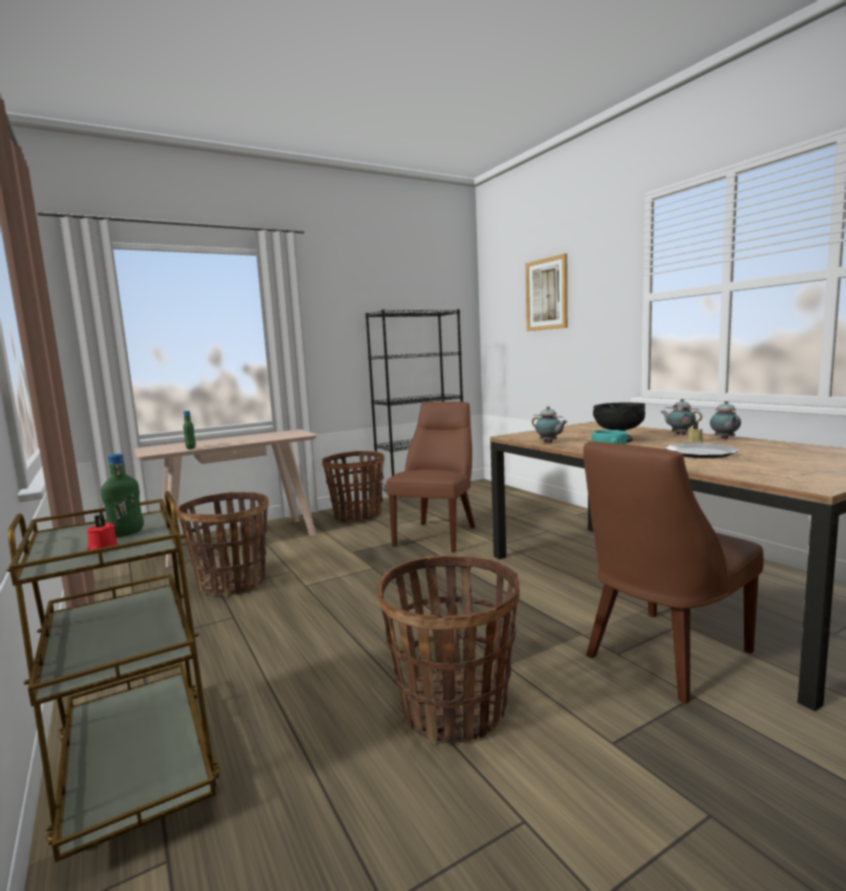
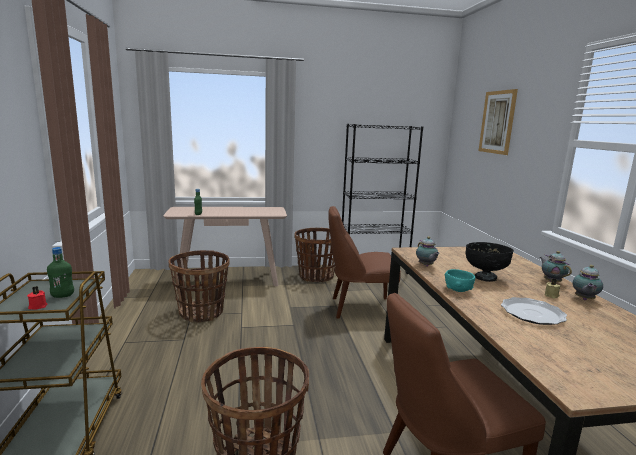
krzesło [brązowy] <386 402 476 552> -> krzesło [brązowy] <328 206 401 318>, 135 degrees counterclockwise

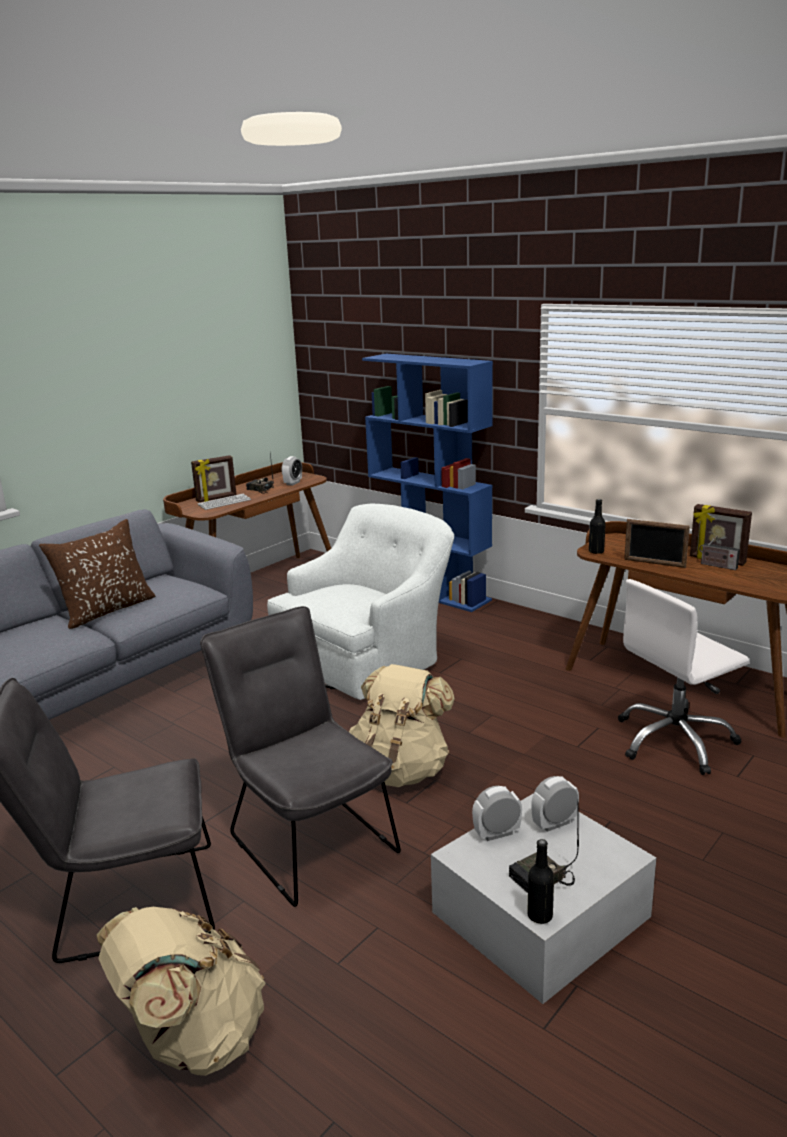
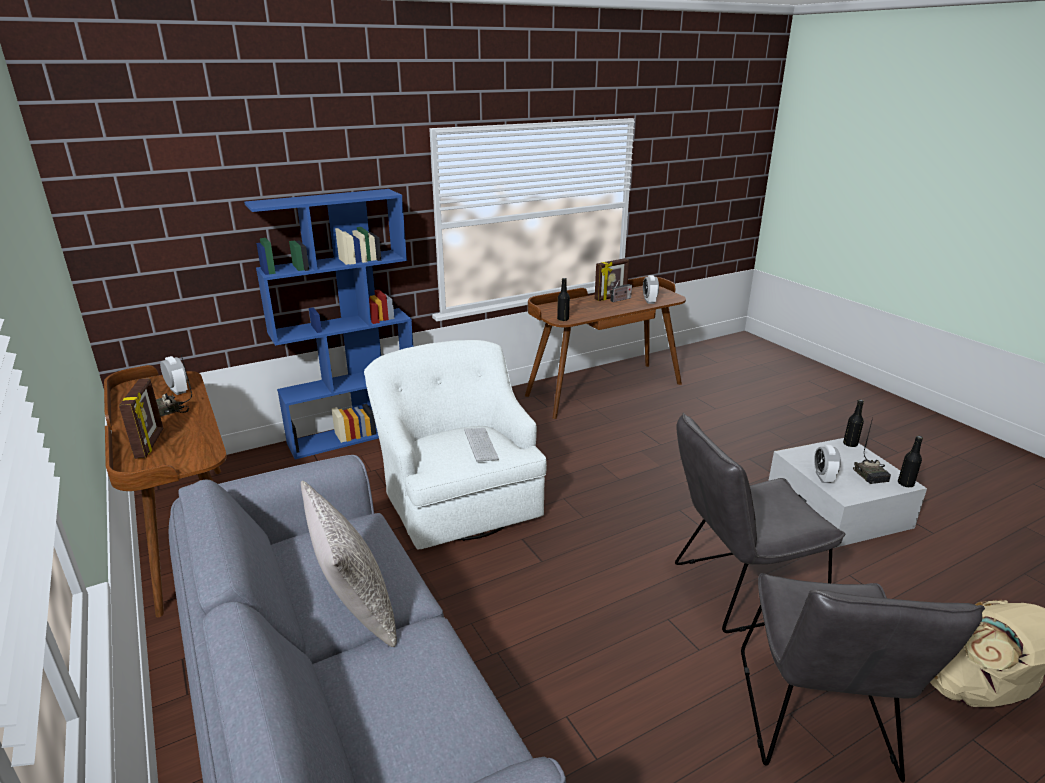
poduszka [brązowy] <39 519 155 629> -> poduszka [szary] <301 481 397 647>
klawiatura <197 494 251 510> -> klawiatura <464 428 499 462>, moved
plecak [beżowy] <349 664 455 787> -> none
budzik <531 776 579 832> -> budzik <643 275 659 304>, moved
krzesło biurowe [biały] <618 579 749 775> -> none
ramka na zdjęcie <624 519 690 568> -> none
none -> butelka [czarny] <843 399 864 447>

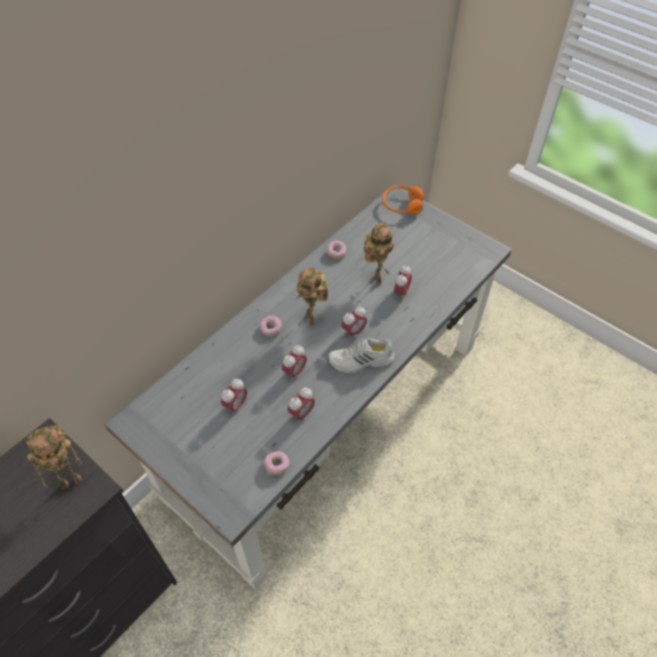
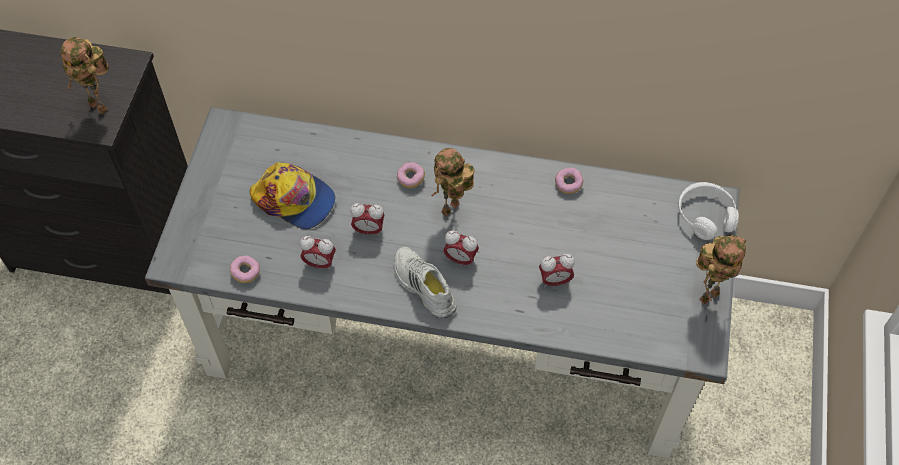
budzik <221 379 247 415> -> czapka z daszkiem <250 162 335 230>
robot zabawkowy <364 223 394 285> -> robot zabawkowy <696 235 746 304>, moved
słuchawki [pomarańczowy] <382 186 424 215> -> słuchawki [biały] <678 182 739 240>

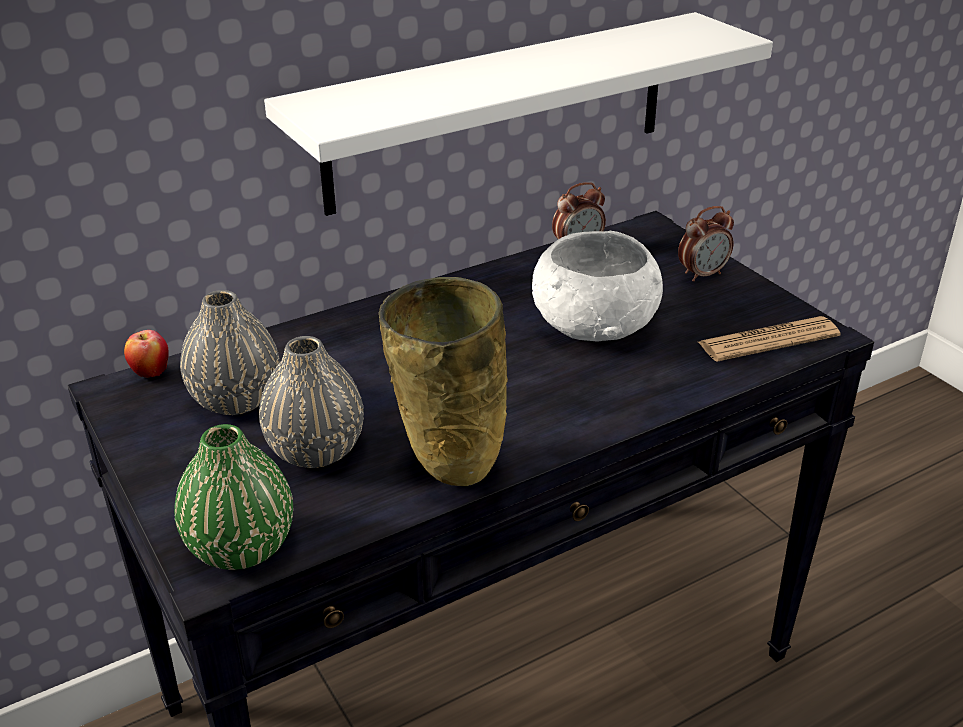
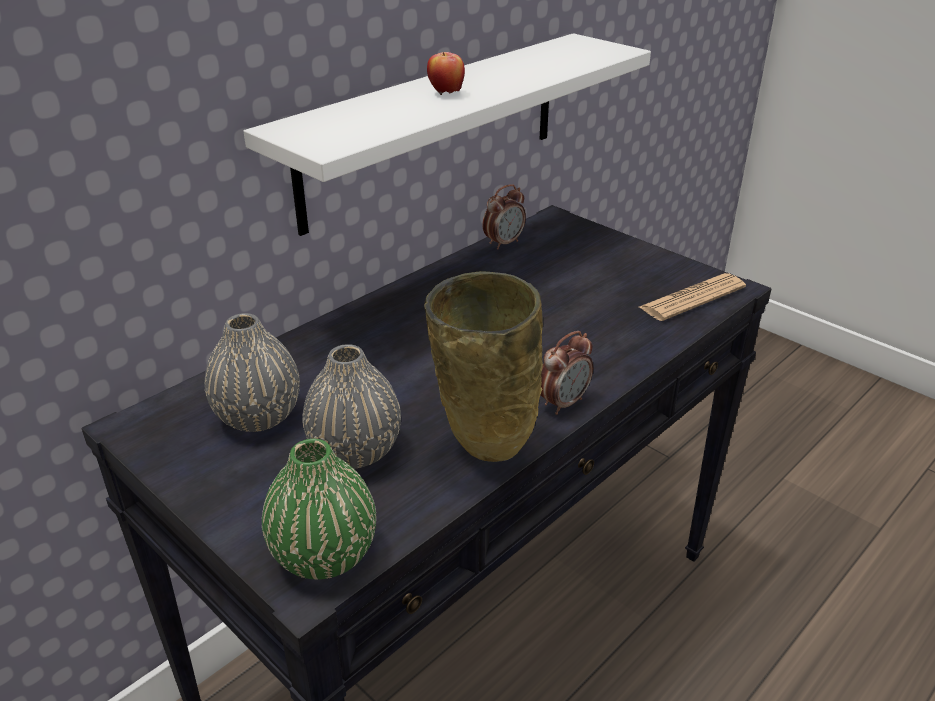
jabłko <124 330 169 378> -> jabłko <427 52 465 96>, moved
miska [biały] <532 231 663 342> -> none
budzik <678 206 734 282> -> budzik <540 331 593 415>, moved

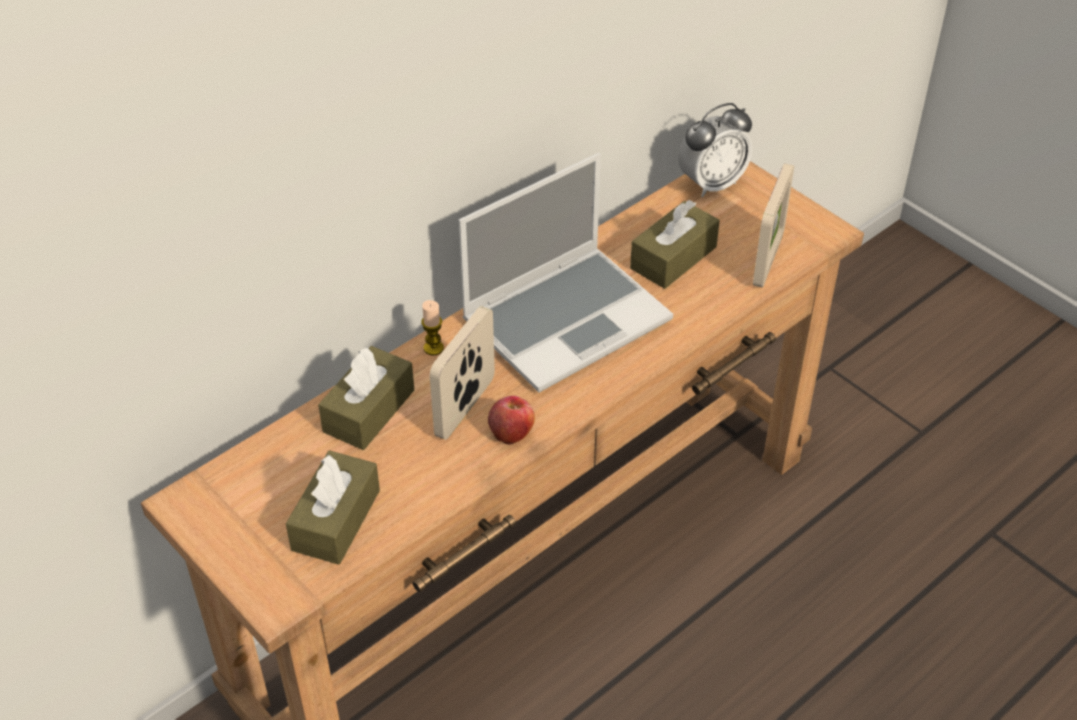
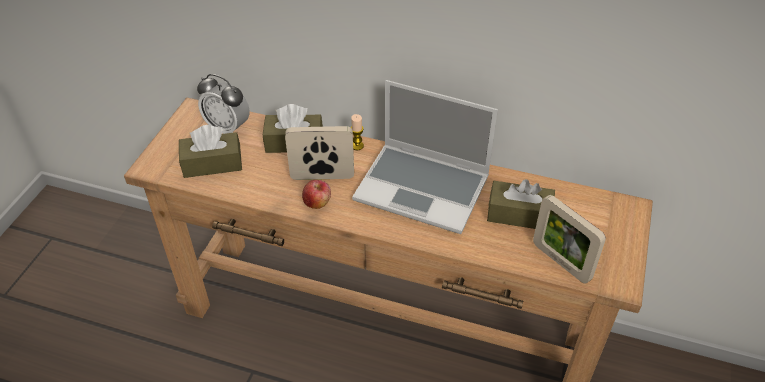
budzik <678 103 752 197> -> budzik <197 74 250 134>, moved
ramka na zdjęcie <753 163 794 288> -> ramka na zdjęcie <533 195 606 284>, 60 degrees clockwise

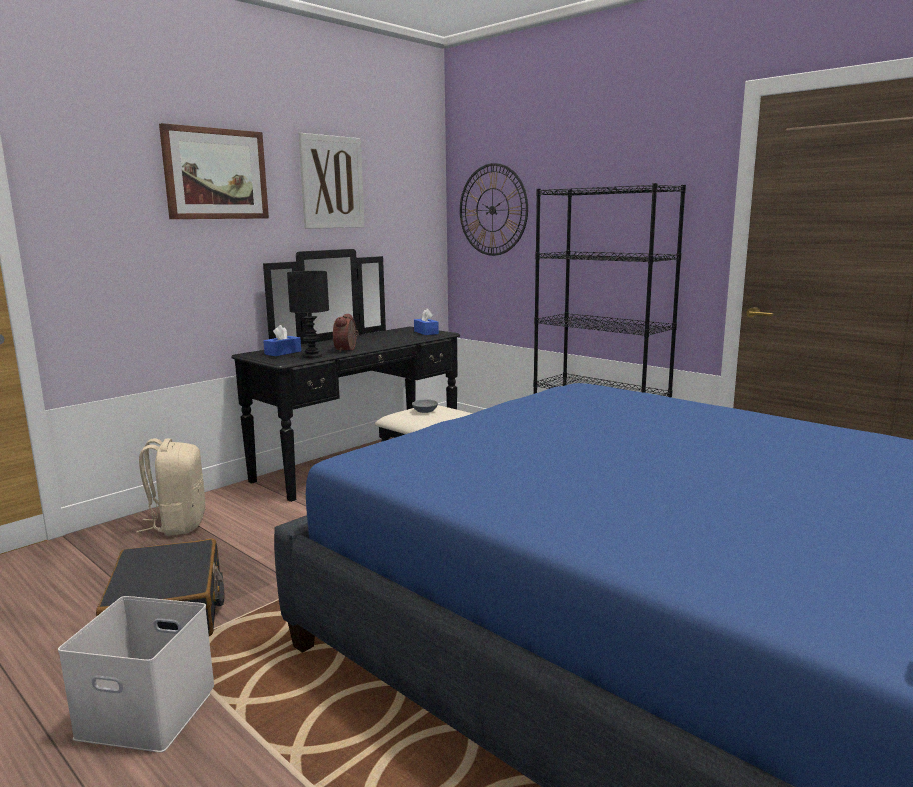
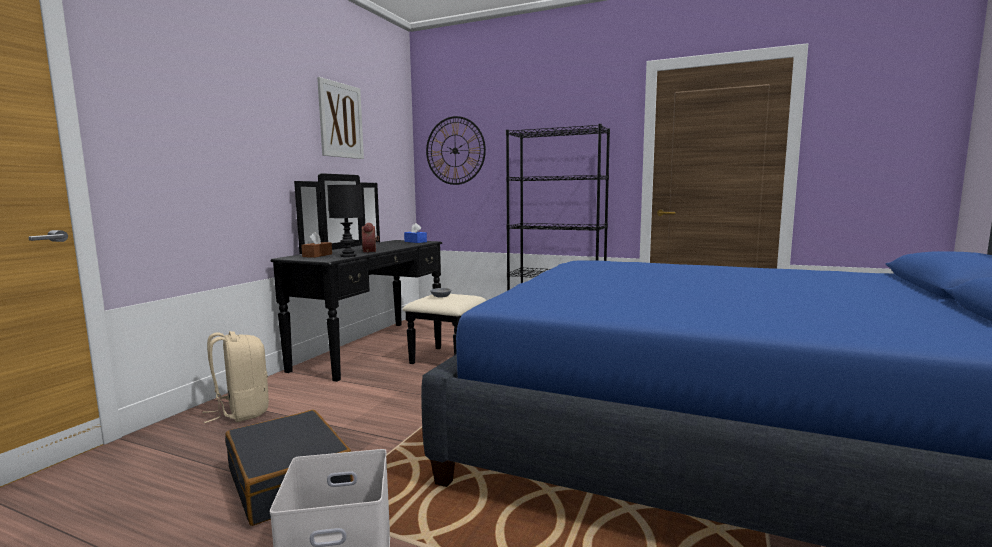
obraz <159 123 269 219> -> none
pudełko chusteczek [niebieski] <263 325 301 356> -> pudełko chusteczek [brązowy] <301 232 332 258>

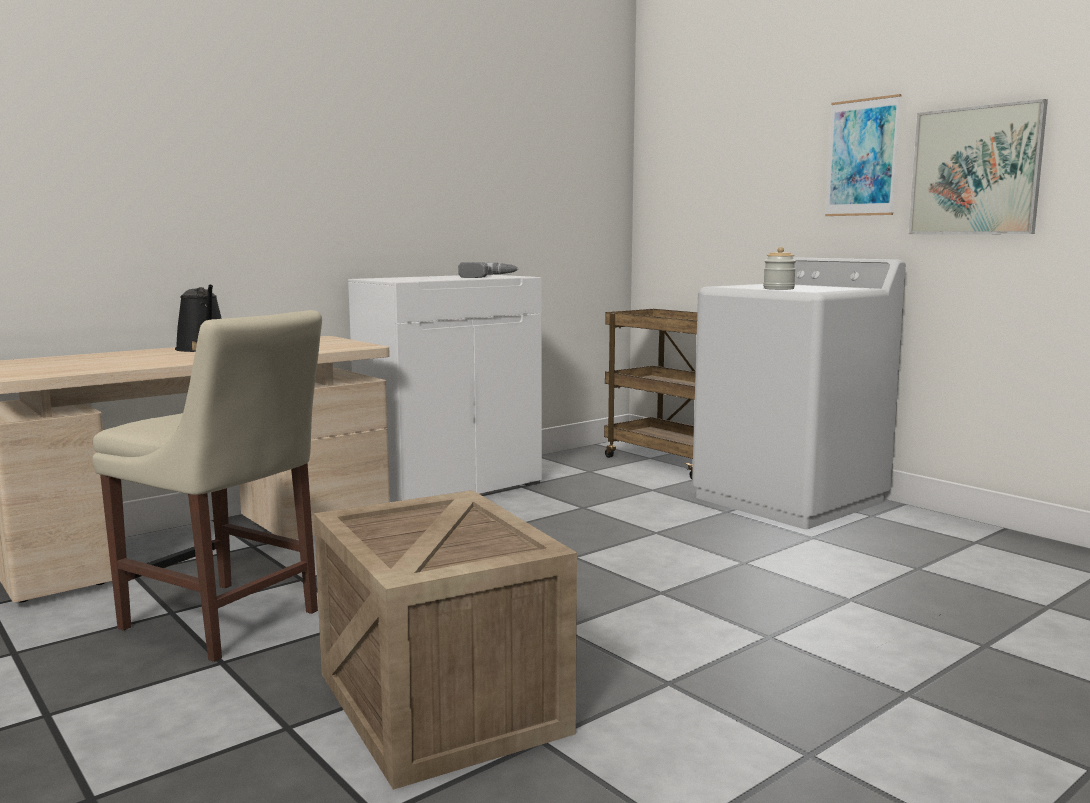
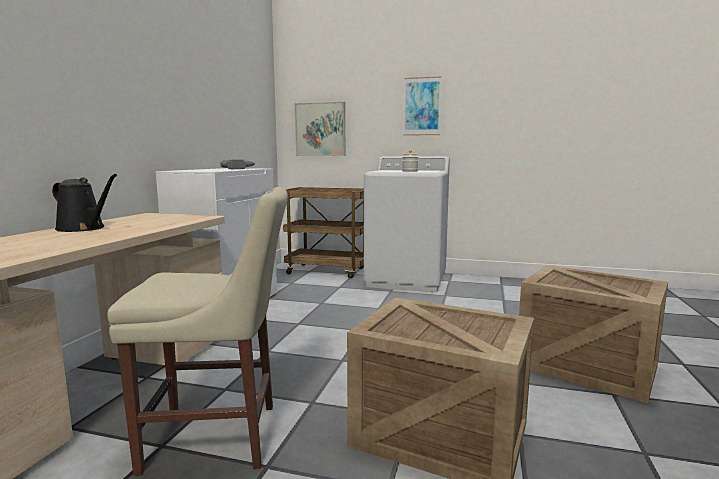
obraz <909 99 1048 234> -> obraz <295 102 345 156>, moved
none -> skrzynka <519 265 668 404>

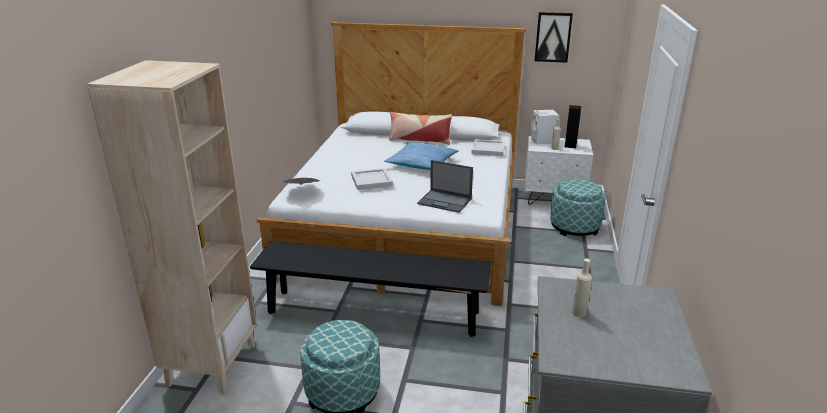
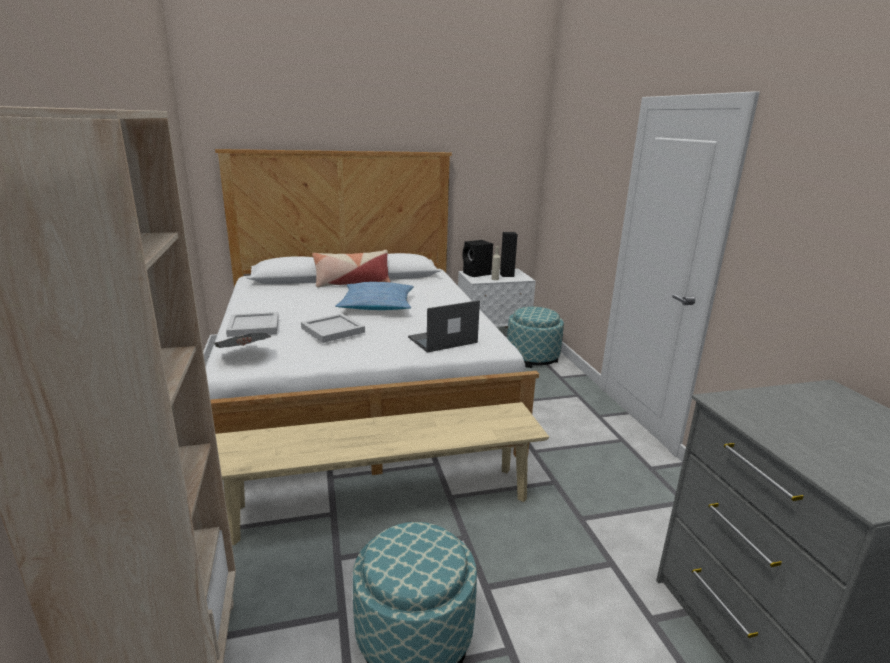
ławka [czarny] <250 241 491 337> -> ławka [beżowy] <216 402 549 546>
laptop <417 160 473 213> -> laptop <408 300 480 353>, 150 degrees clockwise
taca [biały] <471 139 505 156> -> taca [biały] <226 312 279 337>, moved
głośnik [biały] <531 110 559 144> -> głośnik [czarny] <462 240 493 277>
obraz <535 12 573 63> -> none
butelka [beżowy] <572 258 592 317> -> none

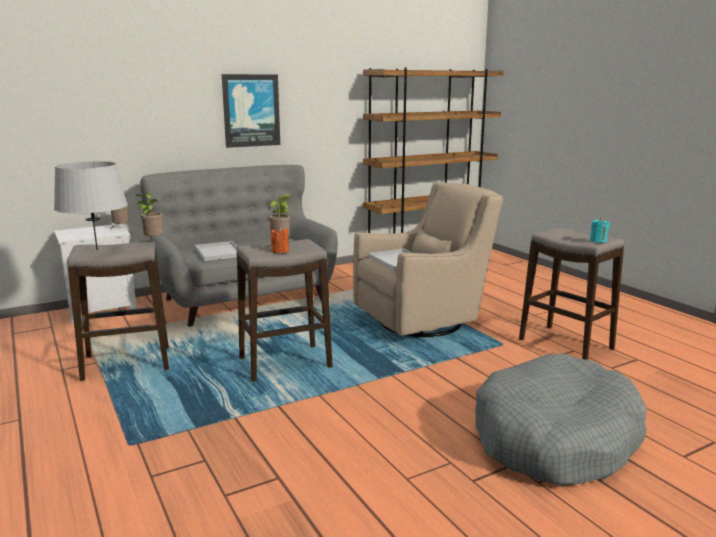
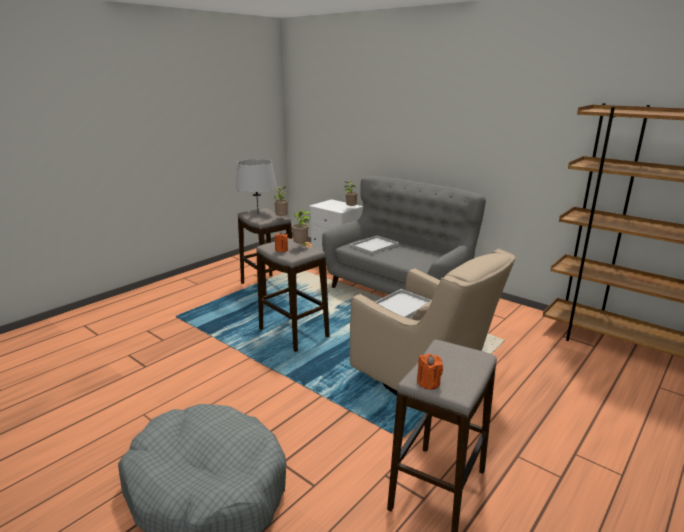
obraz <222 74 280 148> -> none
świeca [turkusowy] <590 218 610 243> -> świeca [pomarańczowy] <417 353 443 390>

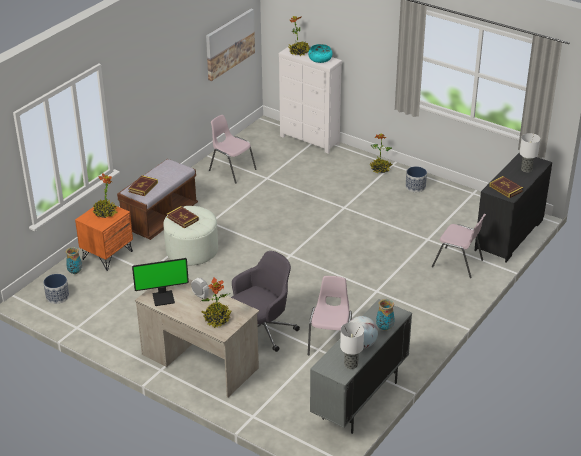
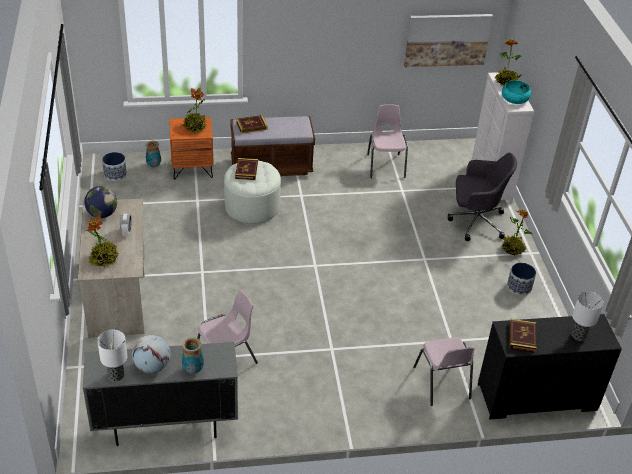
monitor <132 258 189 306> -> globus <84 186 117 218>
krzesło biurowe [szary] <231 251 300 352> -> krzesło biurowe [szary] <447 153 517 241>, moved

